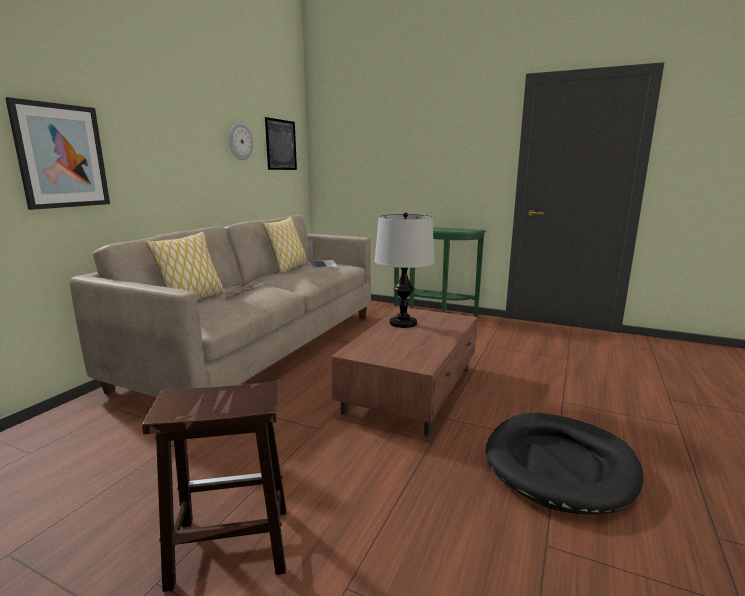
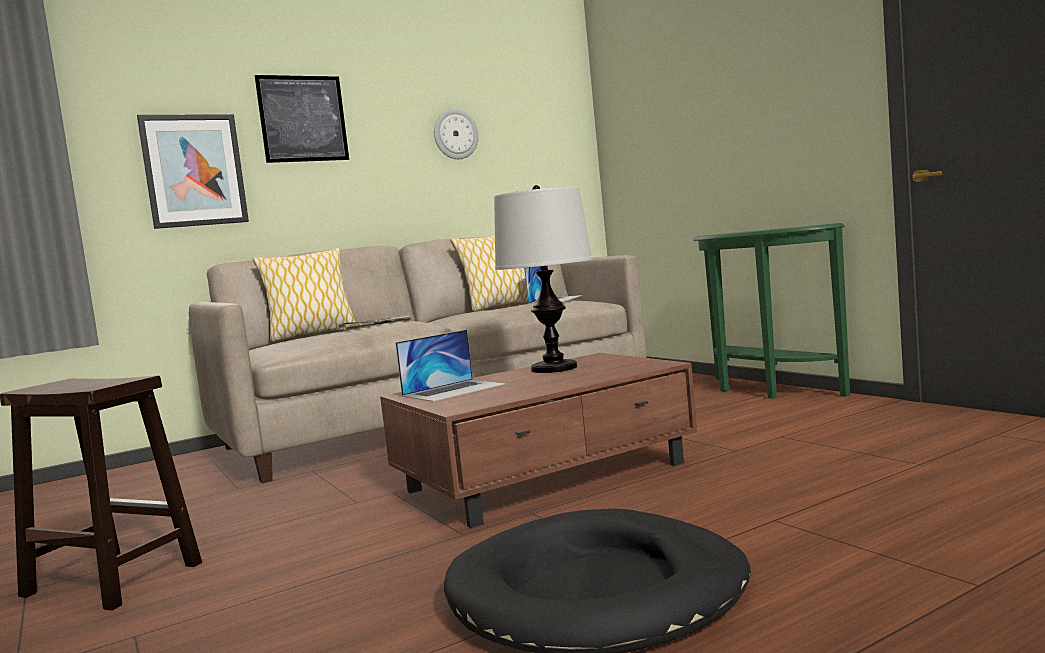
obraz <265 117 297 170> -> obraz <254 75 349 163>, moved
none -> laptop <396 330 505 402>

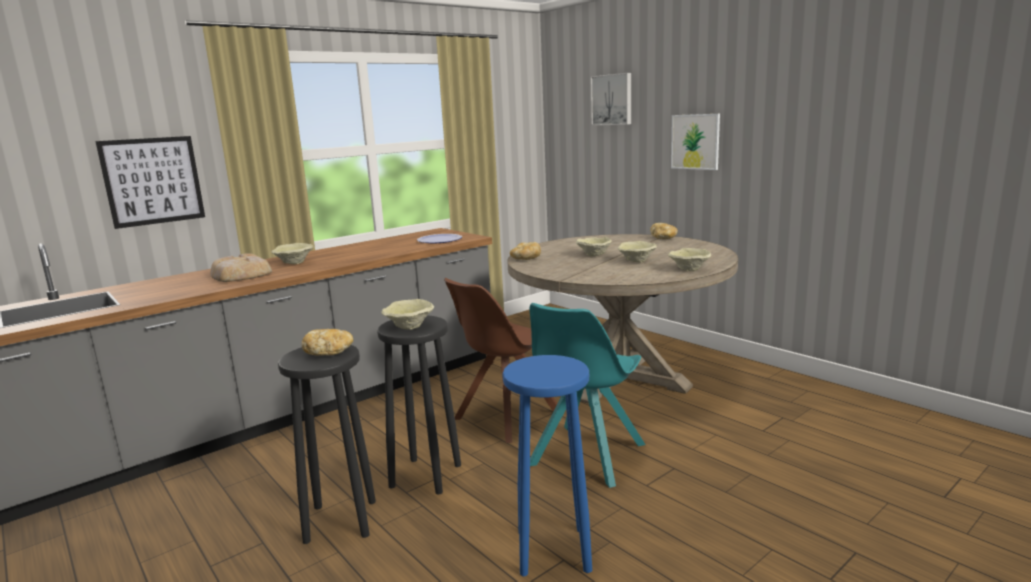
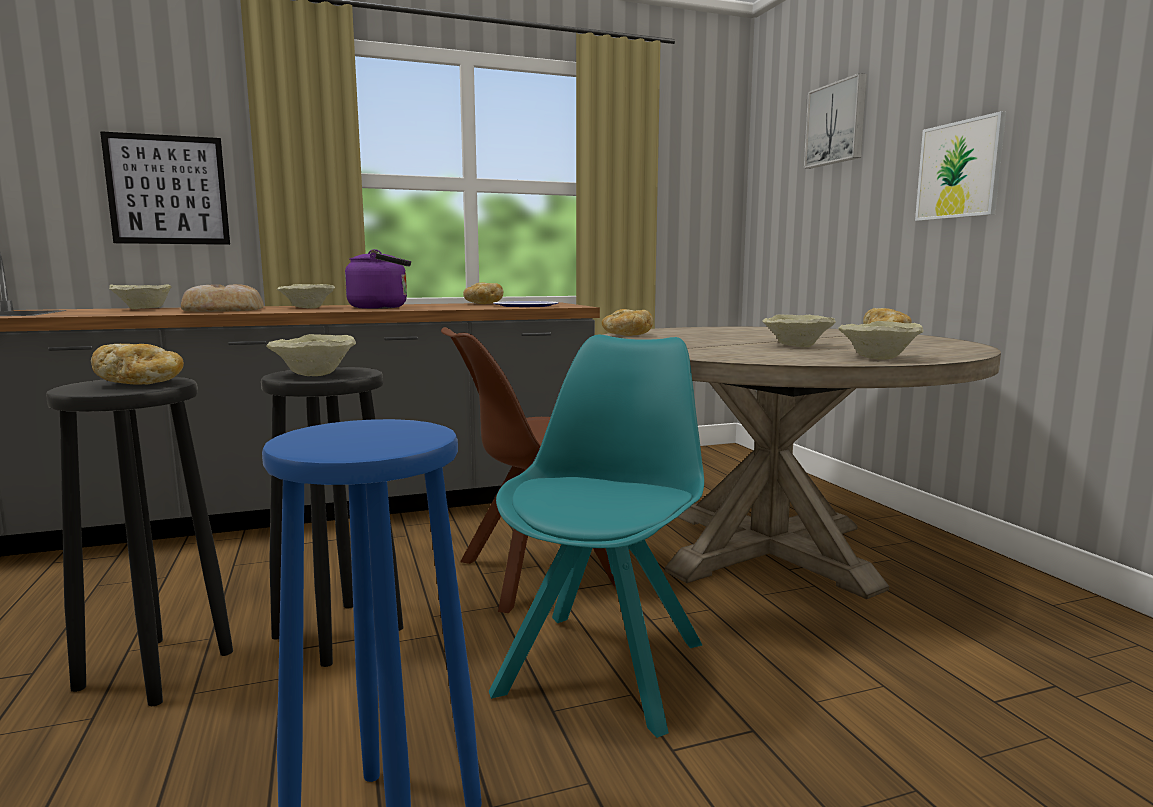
krzesło [turkusowy] <530 303 645 488> -> krzesło [turkusowy] <489 335 704 738>, 150 degrees clockwise
miska [beżowy] <576 237 612 256> -> miska [beżowy] <109 284 171 309>, moved
none -> czajnik [fioletowy] <345 249 411 309>
none -> chleb <463 282 503 304>

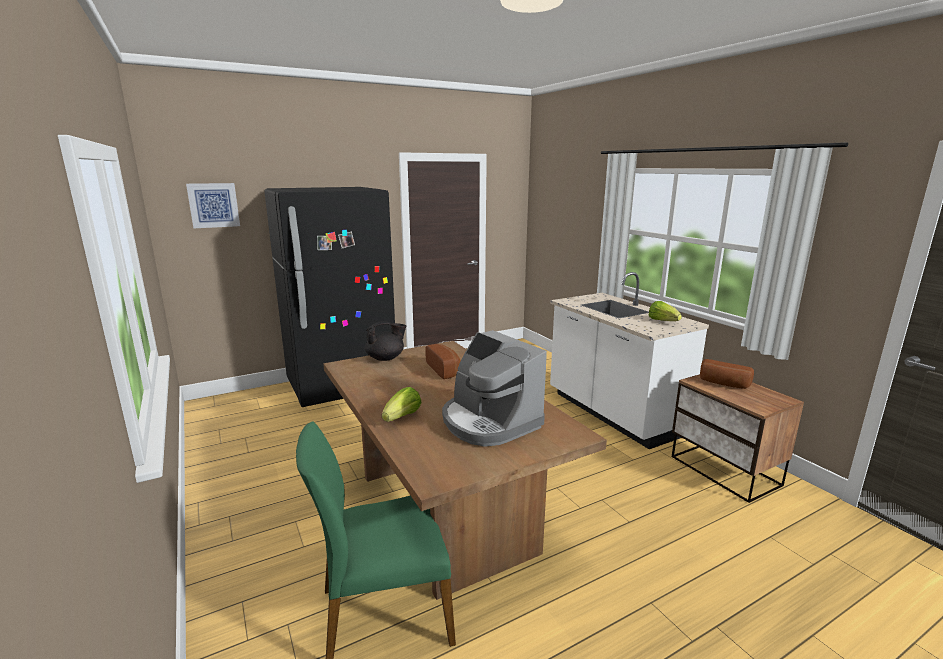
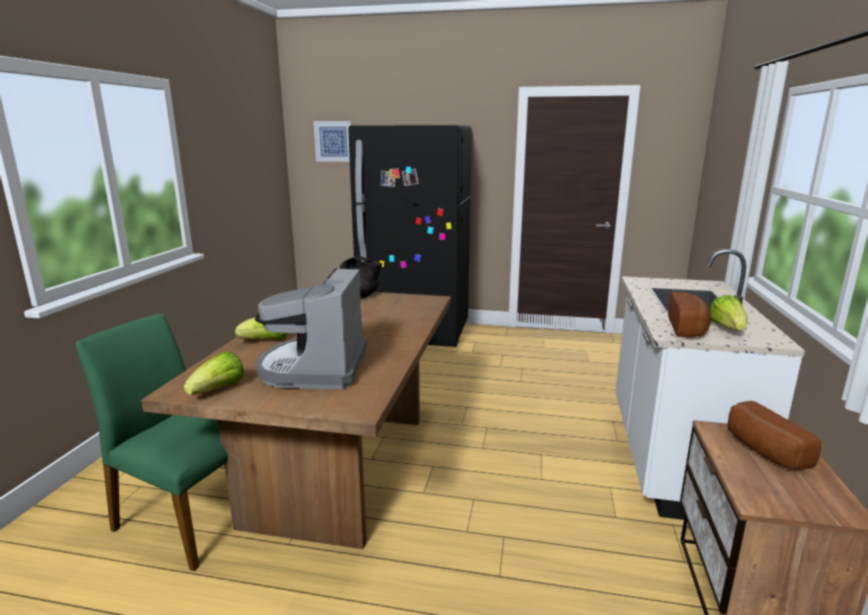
chleb <425 344 461 379> -> chleb <668 292 711 338>, moved
none -> sałata <184 352 244 395>

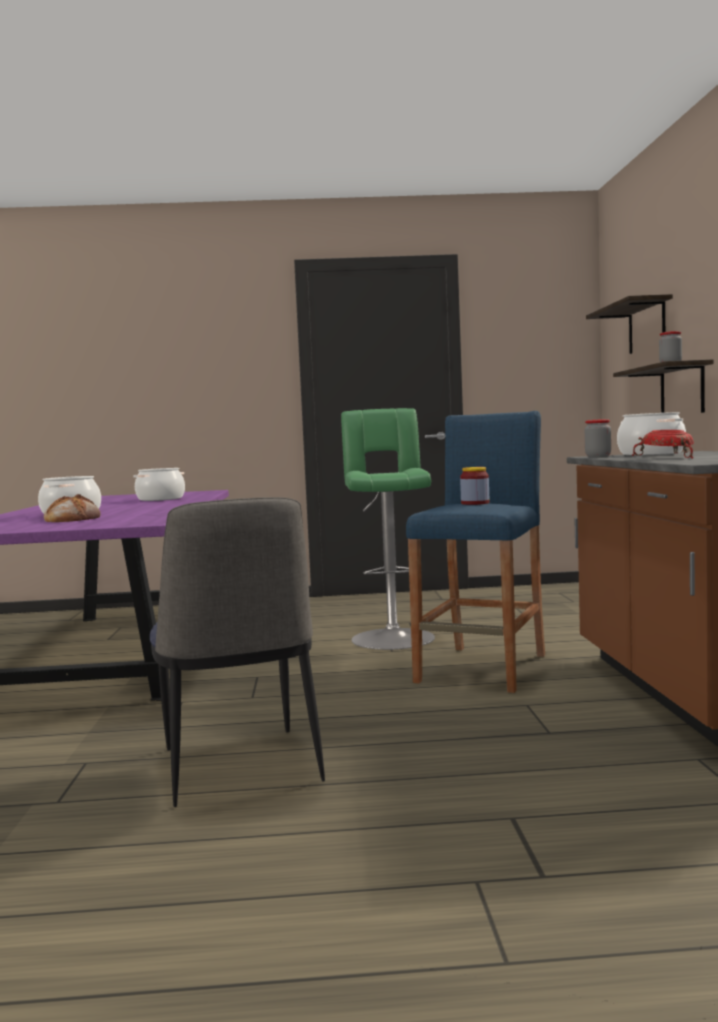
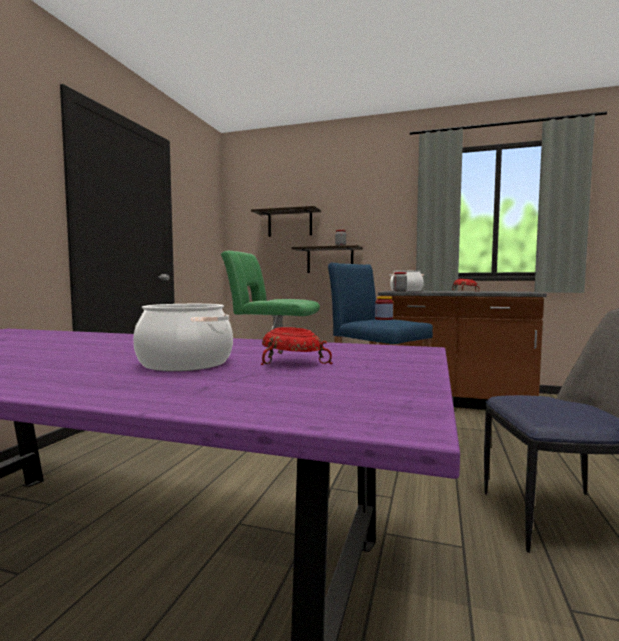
chleb <44 494 100 522> -> miska [czerwony] <261 327 333 365>
garnek <133 468 185 501> -> none

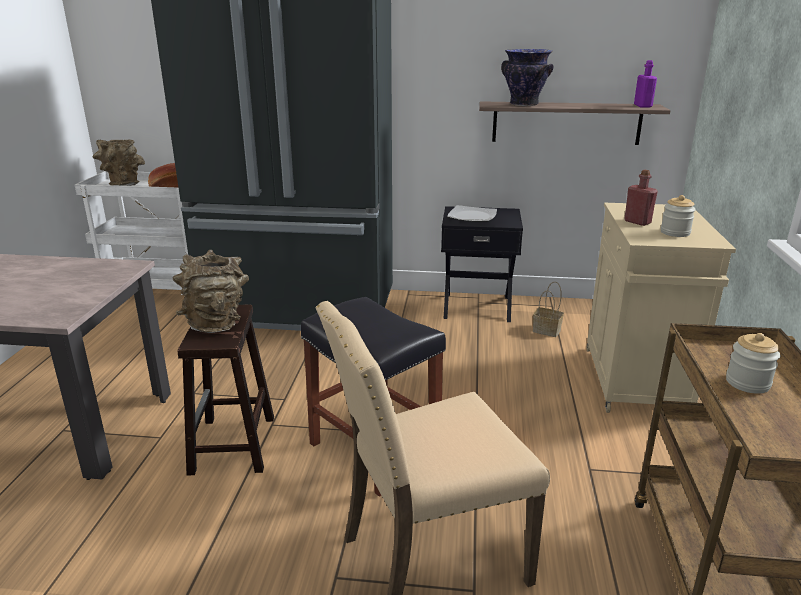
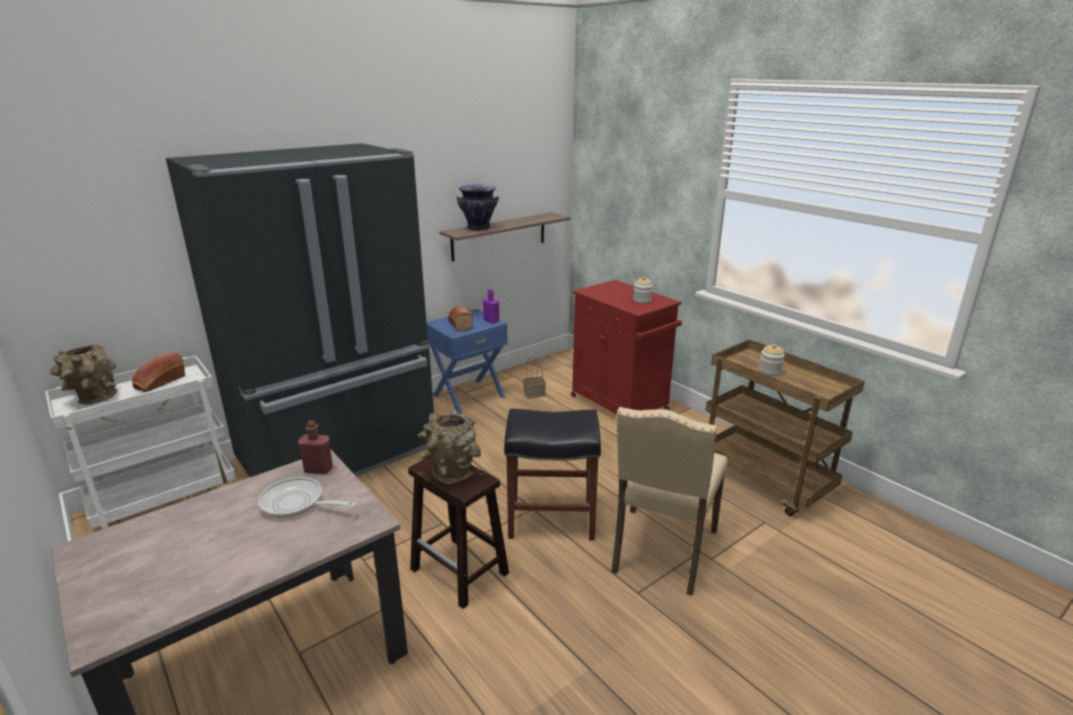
szafka nocna [czarny] <441 206 523 322> -> szafka nocna [niebieski] <426 309 507 414>
talerz <447 205 497 222> -> chleb <448 307 473 332>
szafka [beżowy] <587 203 736 413> -> szafka [czerwony] <571 280 682 414>
butelka [czerwony] <624 170 658 226> -> butelka [czerwony] <298 420 333 474>, moved
butelka [fioletowy] <634 60 657 107> -> butelka [fioletowy] <483 289 499 324>, moved
none -> patelnia <258 477 357 518>

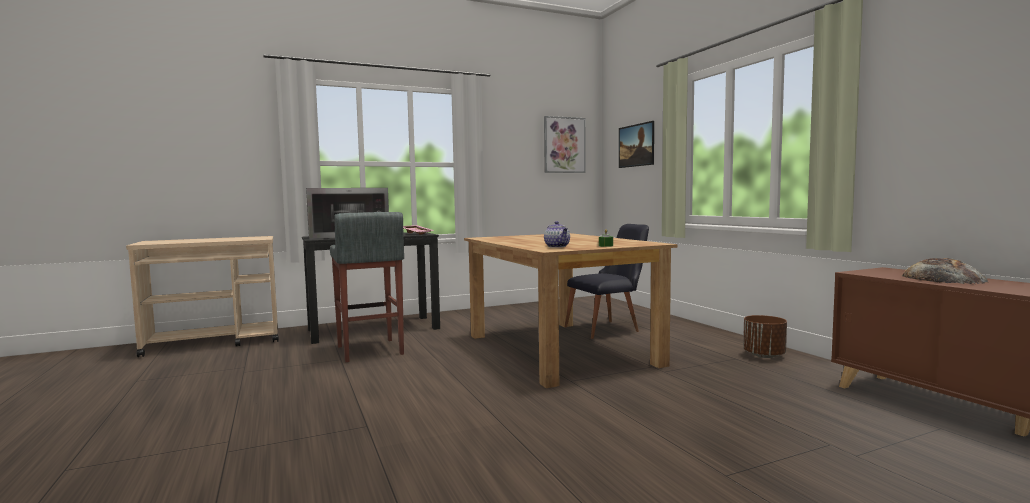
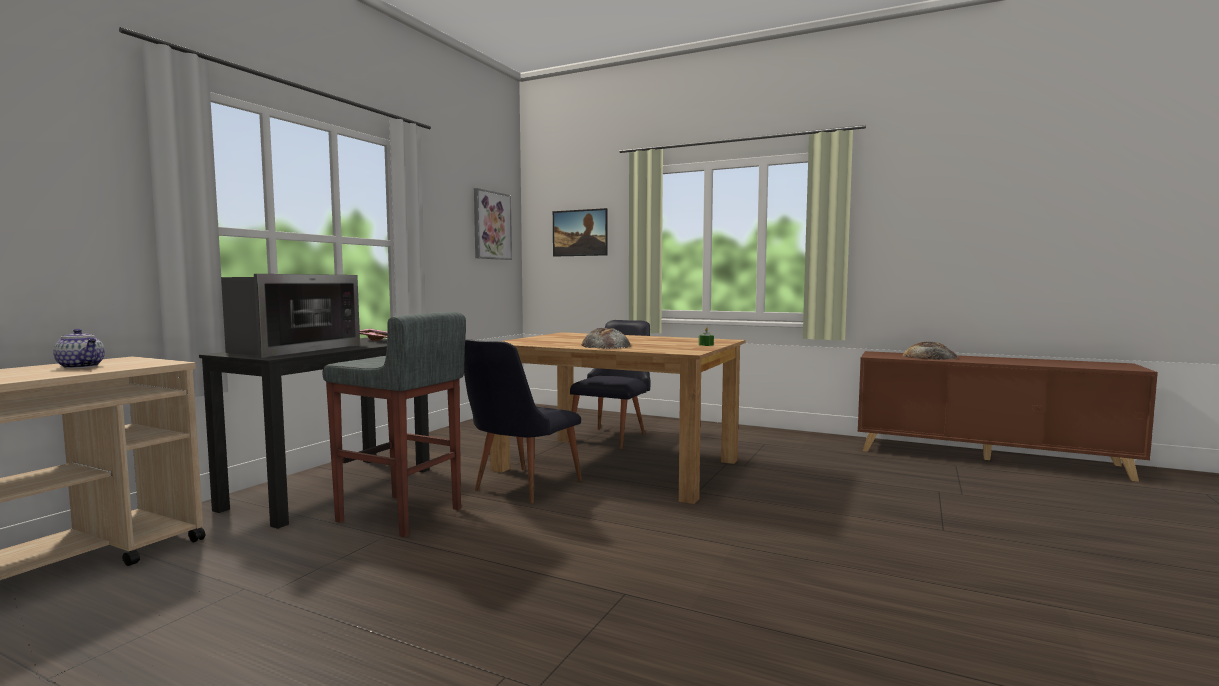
imbryk <544 221 570 248> -> imbryk <53 329 105 368>, moved
donica [brązowy] <743 315 787 358> -> none
none -> krzesło [czarny] <464 339 582 504>
none -> chleb <581 328 631 349>

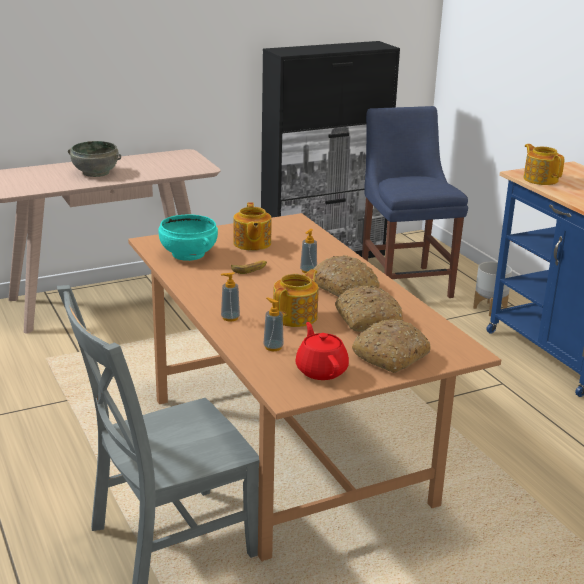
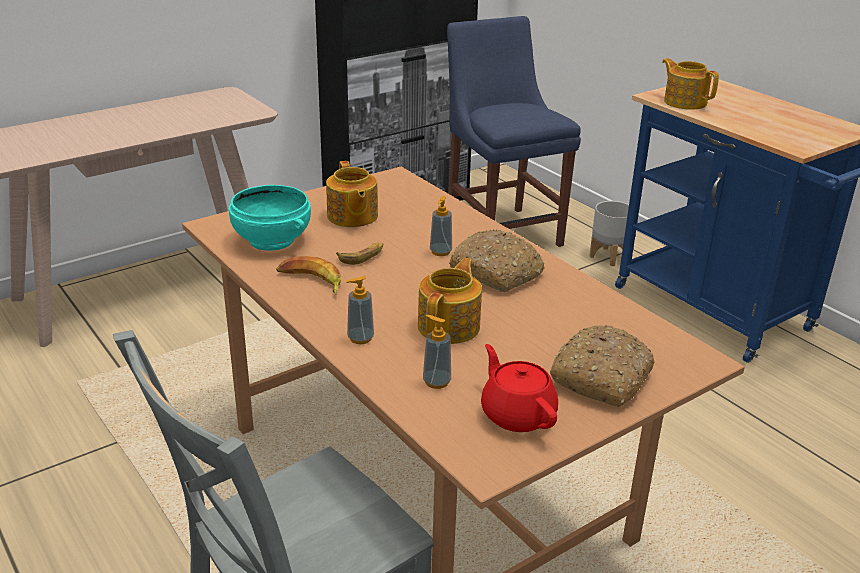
miska [szary] <68 141 121 177> -> none
chleb <335 286 403 332> -> none
none -> banan <276 256 342 295>

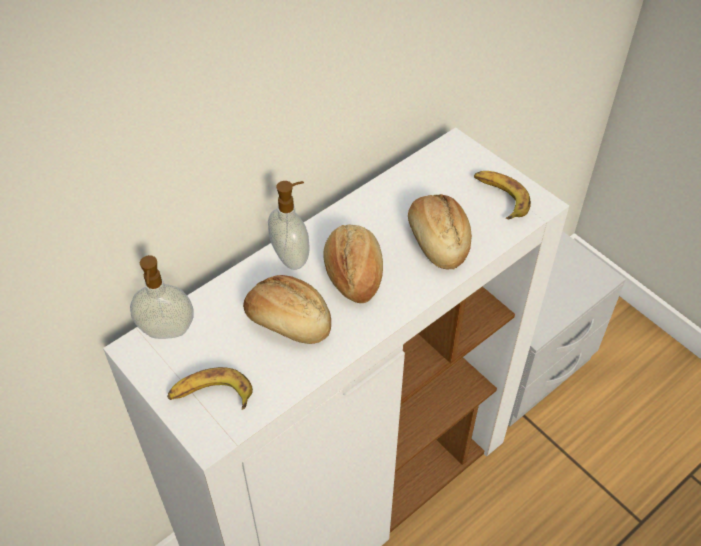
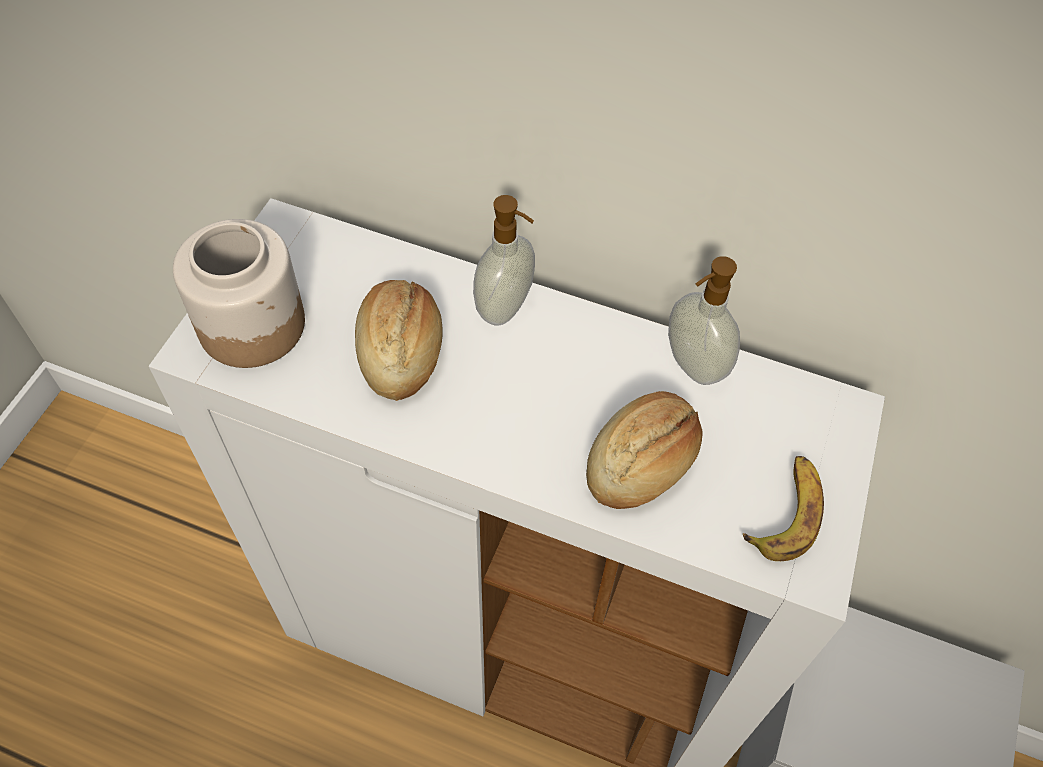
dozownik mydła <130 255 194 339> -> dozownik mydła <668 256 740 385>, moved
banan <167 367 253 410> -> słoik <173 219 305 368>
chleb <323 224 383 303> -> none

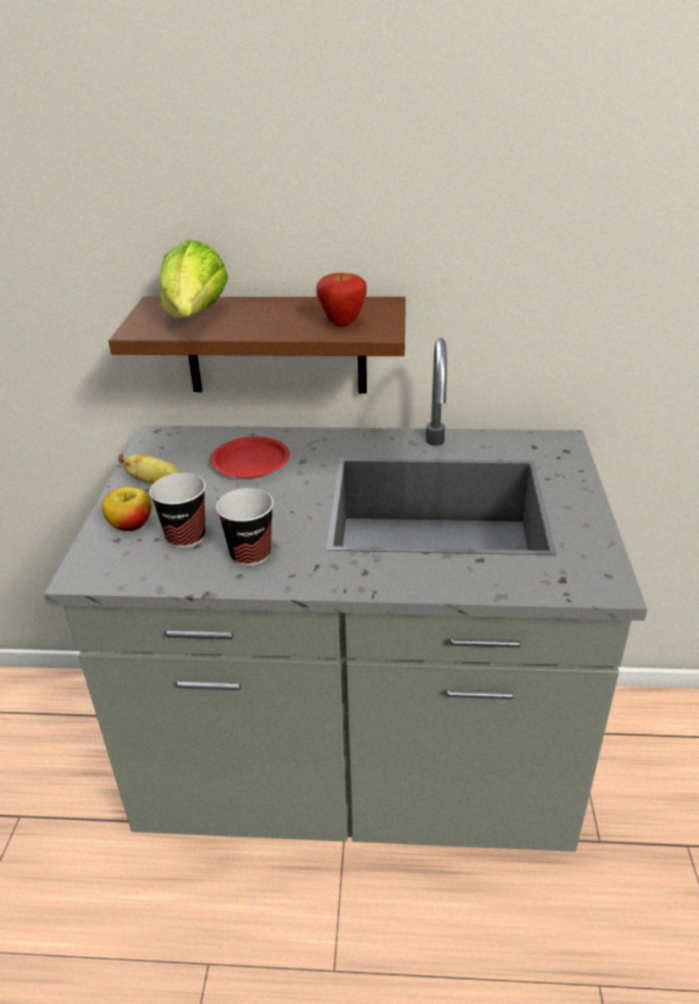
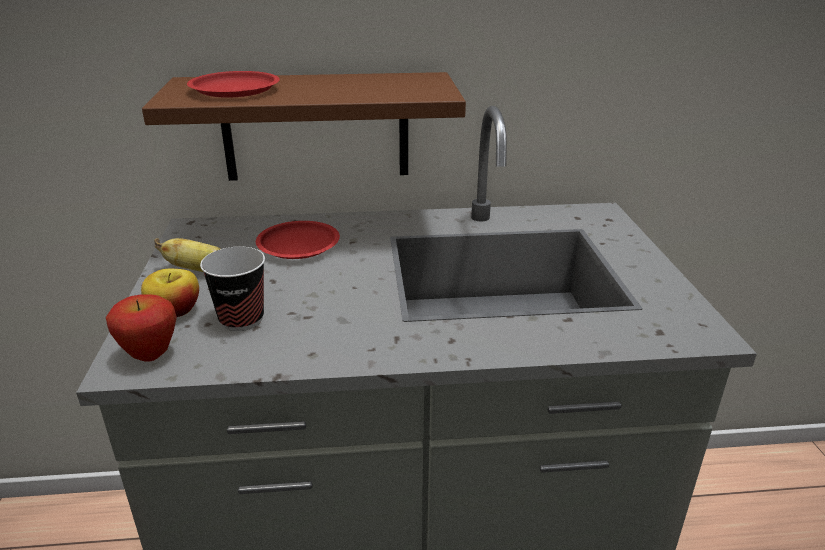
sałata <159 240 228 318> -> talerz [czerwony] <187 71 280 98>
filiżanka <216 488 274 566> -> none
jabłko <317 272 367 327> -> jabłko <106 294 177 362>, moved

